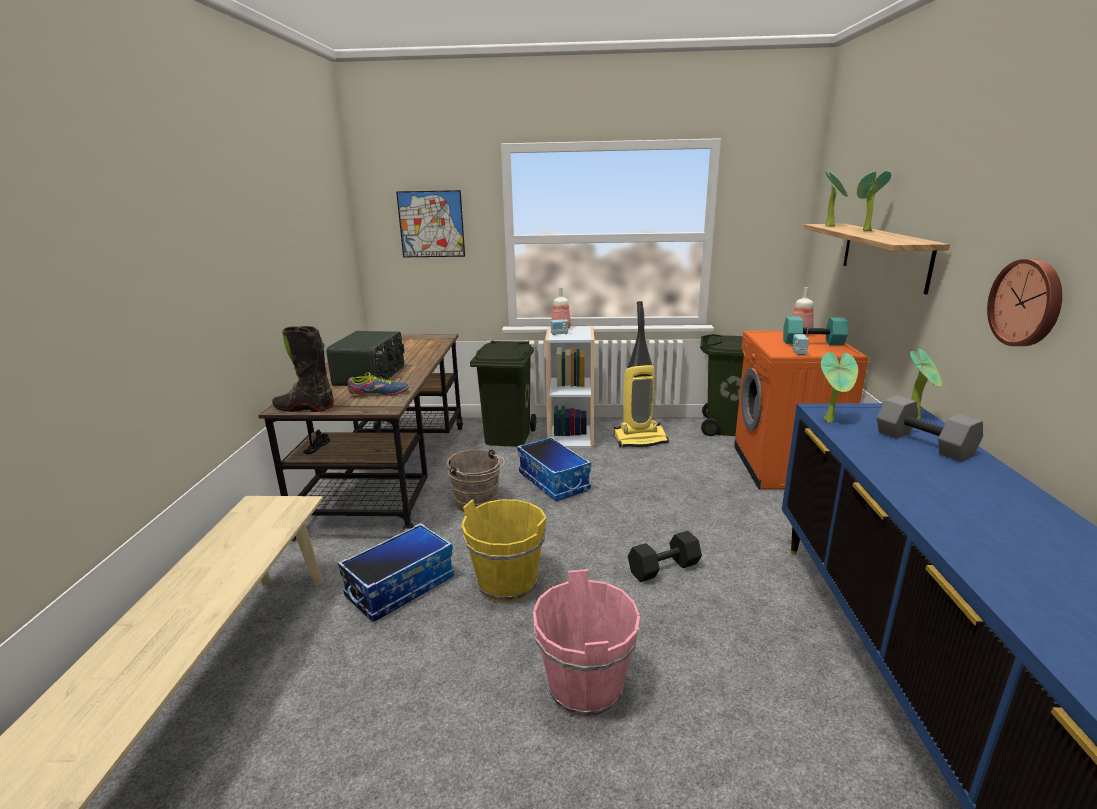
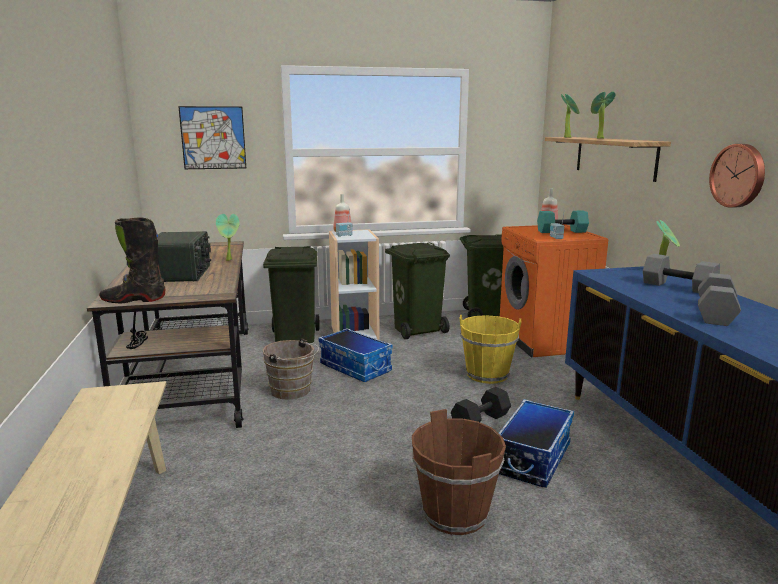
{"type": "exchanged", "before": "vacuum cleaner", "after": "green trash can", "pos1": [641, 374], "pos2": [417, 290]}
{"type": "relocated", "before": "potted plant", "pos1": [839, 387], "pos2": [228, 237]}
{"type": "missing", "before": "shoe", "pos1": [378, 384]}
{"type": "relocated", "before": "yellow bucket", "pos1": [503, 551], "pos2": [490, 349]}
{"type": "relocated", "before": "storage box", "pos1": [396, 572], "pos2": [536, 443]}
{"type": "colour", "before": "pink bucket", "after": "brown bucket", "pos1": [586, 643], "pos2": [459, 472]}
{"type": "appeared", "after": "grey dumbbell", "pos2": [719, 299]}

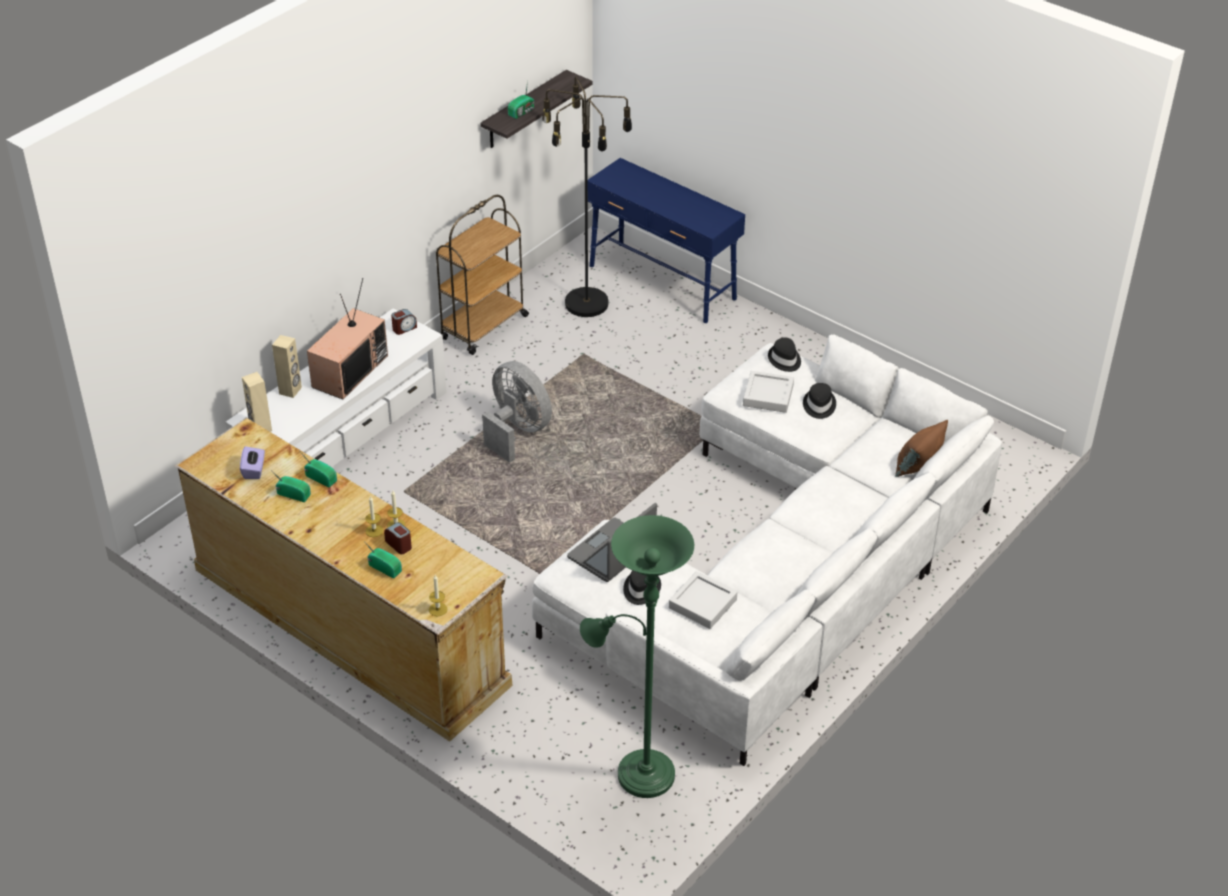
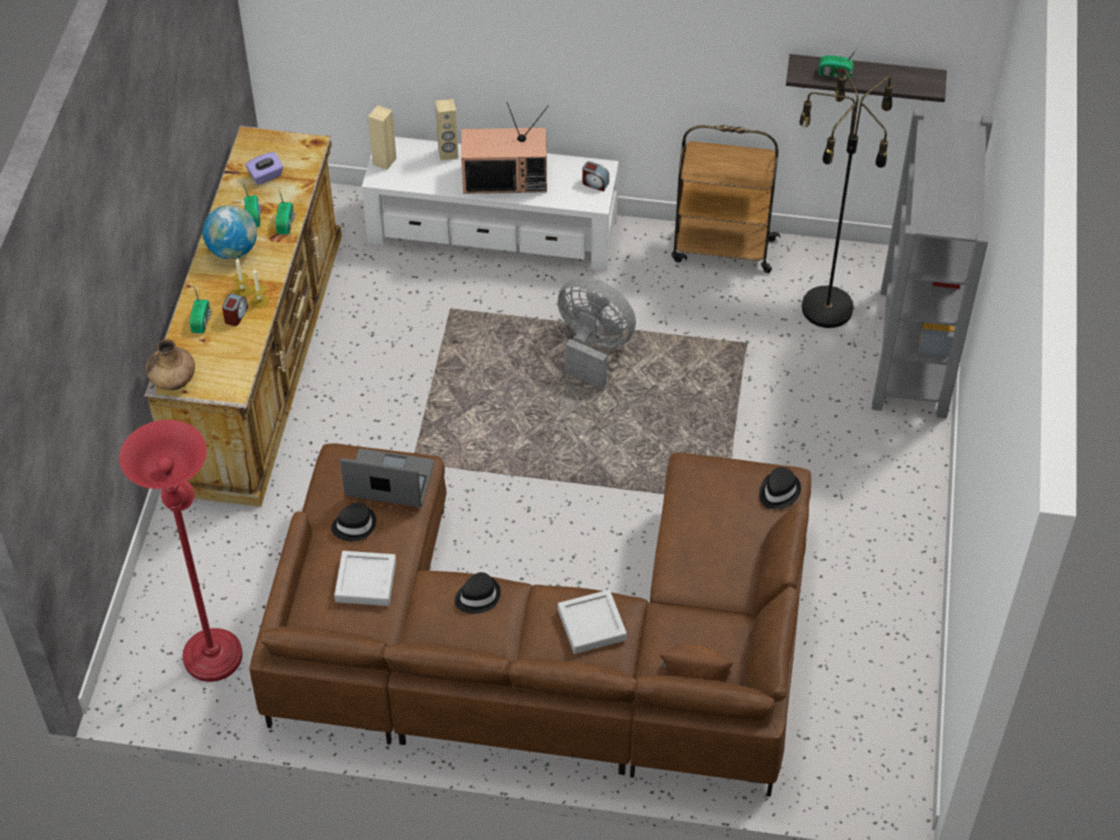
{"type": "exchanged", "before": "blue console table", "after": "grey bookcase", "pos1": [666, 240], "pos2": [932, 263]}
{"type": "colour", "before": "white sofa", "after": "brown sofa", "pos1": [767, 550], "pos2": [530, 619]}
{"type": "spun", "before": "grey fan", "pos1": [517, 412], "pos2": [597, 332], "turn": -75}
{"type": "relocated", "before": "grey tray", "pos1": [768, 392], "pos2": [592, 622]}
{"type": "relocated", "before": "black hat", "pos1": [819, 401], "pos2": [478, 593]}
{"type": "colour", "before": "green floor lamp", "after": "red floor lamp", "pos1": [637, 656], "pos2": [181, 551]}
{"type": "exchanged", "before": "candle", "after": "brown vase", "pos1": [438, 595], "pos2": [170, 364]}
{"type": "appeared", "after": "globe", "pos2": [229, 232]}

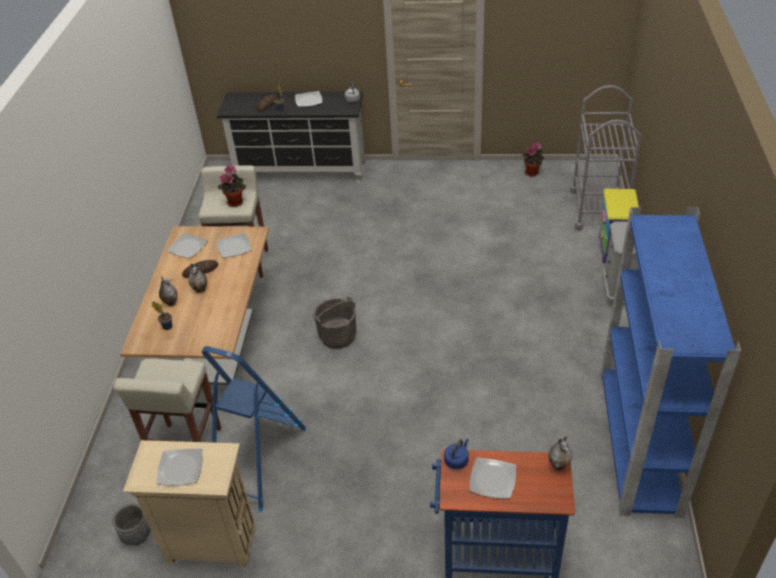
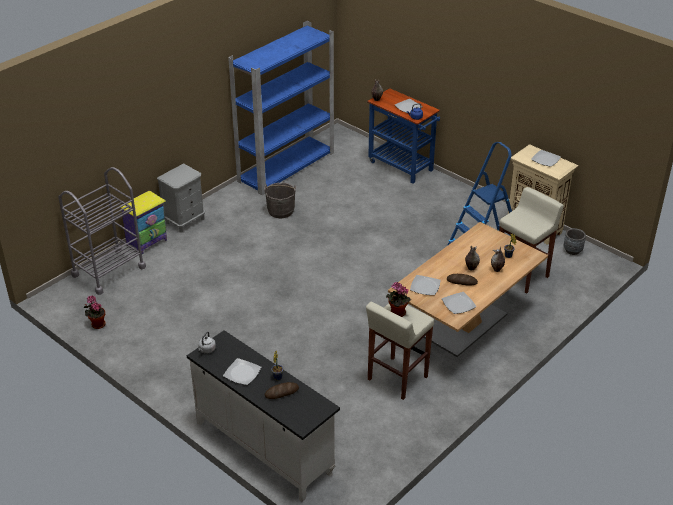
{"type": "relocated", "before": "grey bucket", "pos1": [334, 322], "pos2": [280, 200]}

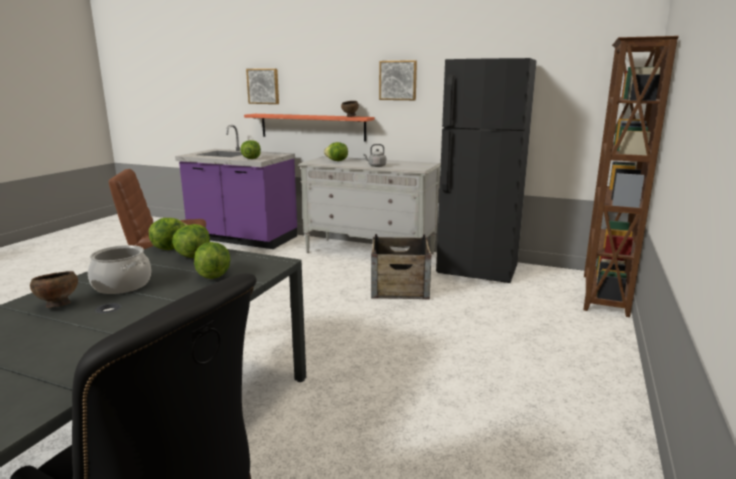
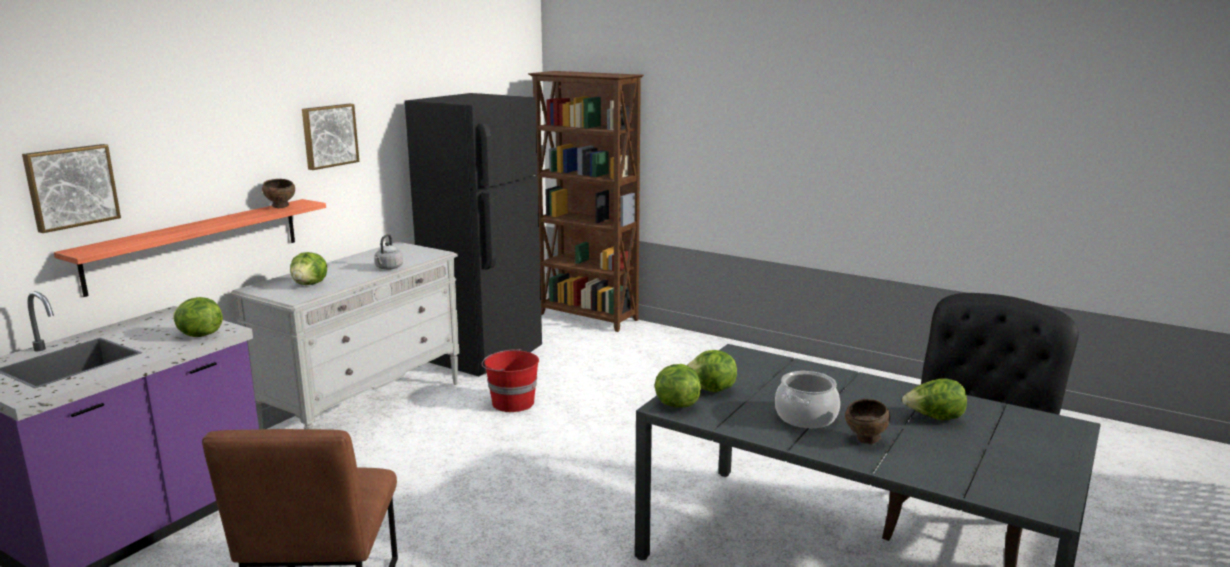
{"type": "exchanged", "before": "crate", "after": "red bucket", "pos1": [401, 266], "pos2": [510, 380]}
{"type": "relocated", "before": "lettuce", "pos1": [212, 260], "pos2": [934, 399]}

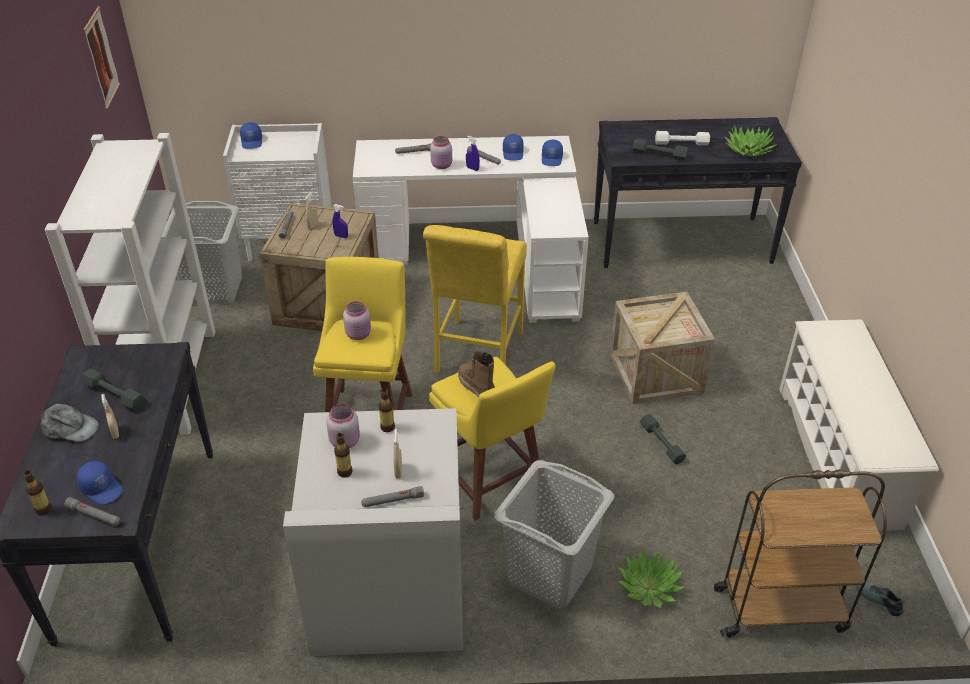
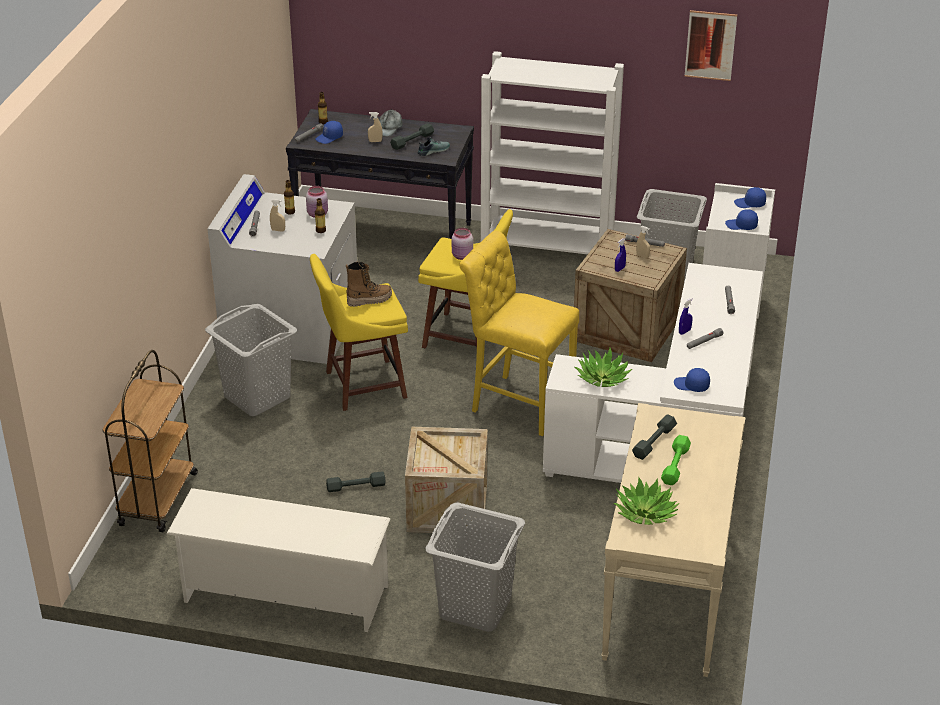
{"type": "colour", "before": "black console table", "after": "beige console table", "pos1": [698, 192], "pos2": [673, 540]}
{"type": "colour", "before": "white dumbbell", "after": "green dumbbell", "pos1": [682, 138], "pos2": [676, 460]}
{"type": "relocated", "before": "blue cap", "pos1": [513, 147], "pos2": [741, 219]}
{"type": "missing", "before": "pink jar", "pos1": [441, 152]}
{"type": "relocated", "before": "potted plant", "pos1": [651, 578], "pos2": [603, 367]}
{"type": "relocated", "before": "shoe", "pos1": [880, 598], "pos2": [434, 146]}
{"type": "appeared", "after": "grey laundry basket", "pos2": [475, 567]}

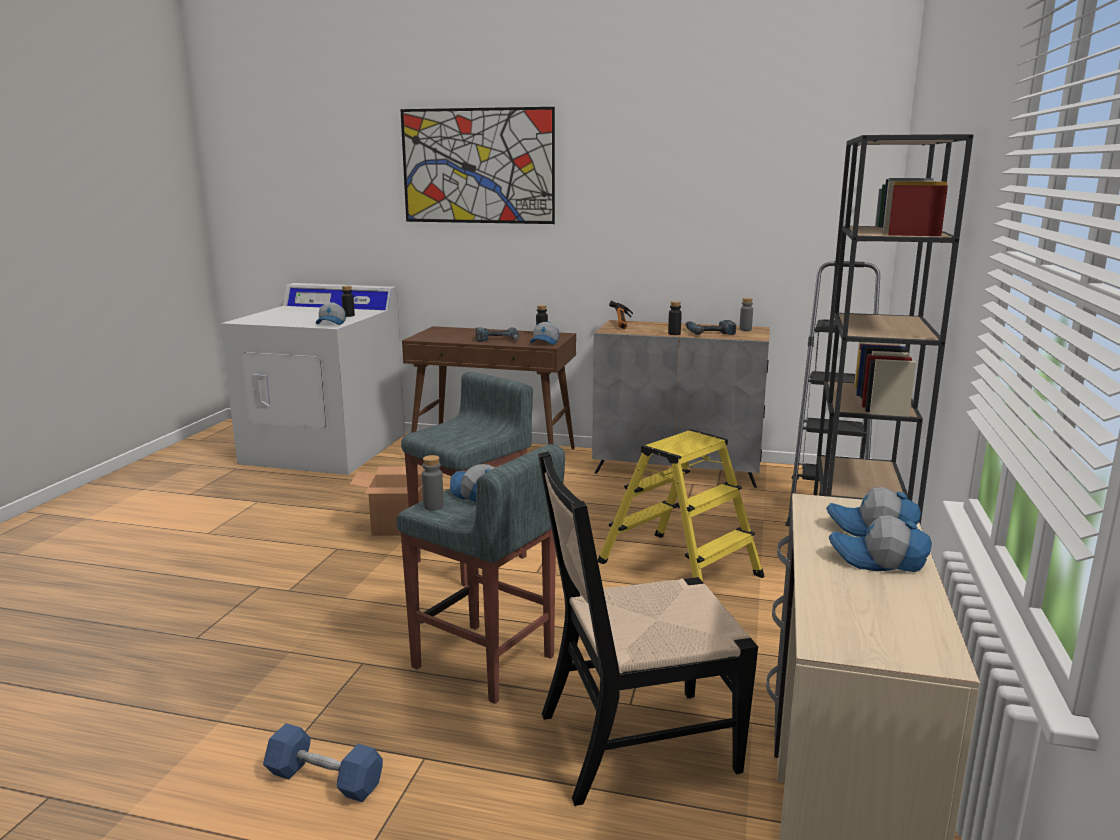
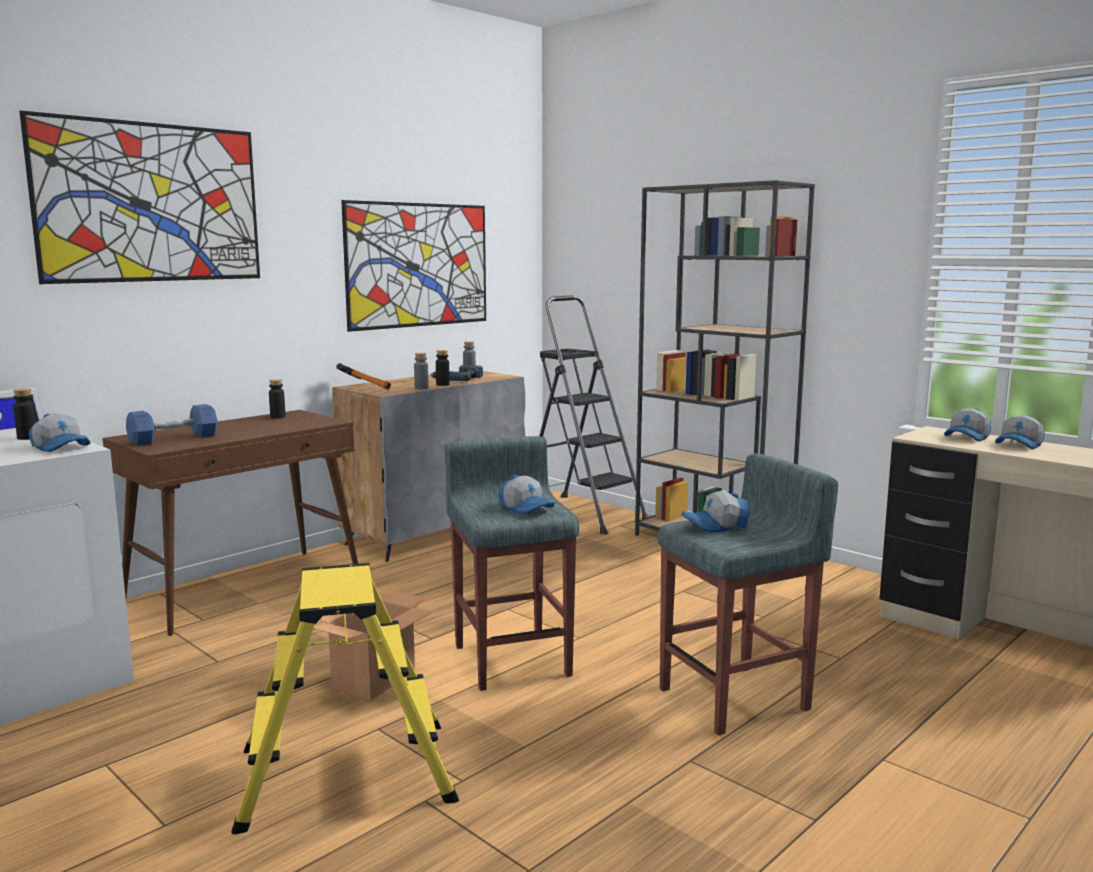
{"type": "relocated", "before": "cap", "pos1": [544, 333], "pos2": [526, 494]}
{"type": "missing", "before": "power drill", "pos1": [497, 334]}
{"type": "relocated", "before": "yellow step ladder", "pos1": [681, 505], "pos2": [345, 698]}
{"type": "missing", "before": "chair", "pos1": [648, 628]}
{"type": "relocated", "before": "grey bottle", "pos1": [433, 483], "pos2": [421, 371]}
{"type": "relocated", "before": "blue dumbbell", "pos1": [323, 762], "pos2": [172, 425]}
{"type": "appeared", "after": "picture", "pos2": [413, 266]}

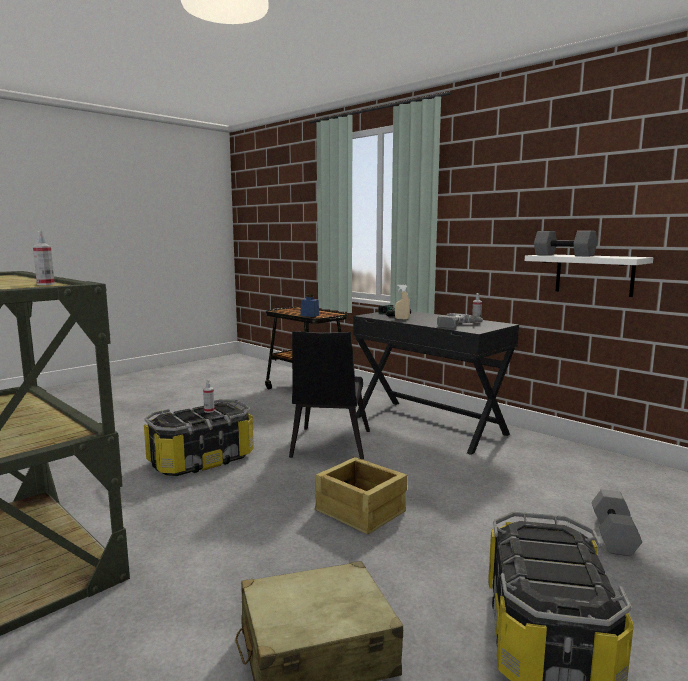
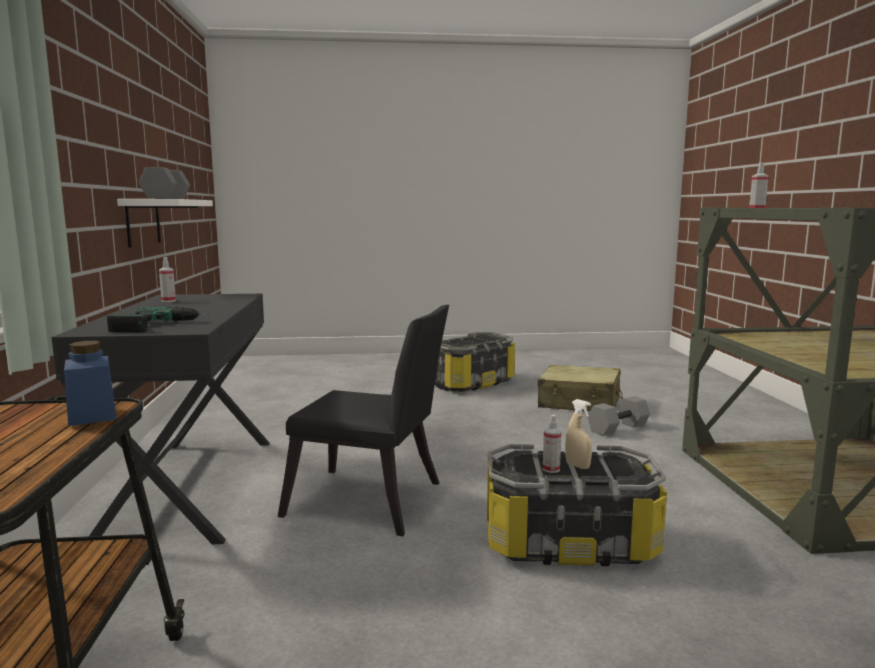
{"type": "relocated", "before": "beige spray bottle", "pos1": [402, 301], "pos2": [578, 434]}
{"type": "missing", "before": "power drill", "pos1": [460, 320]}
{"type": "spun", "before": "black chair", "pos1": [329, 395], "pos2": [363, 420], "turn": 60}
{"type": "missing", "before": "crate", "pos1": [361, 495]}
{"type": "relocated", "before": "grey dumbbell", "pos1": [617, 522], "pos2": [618, 416]}

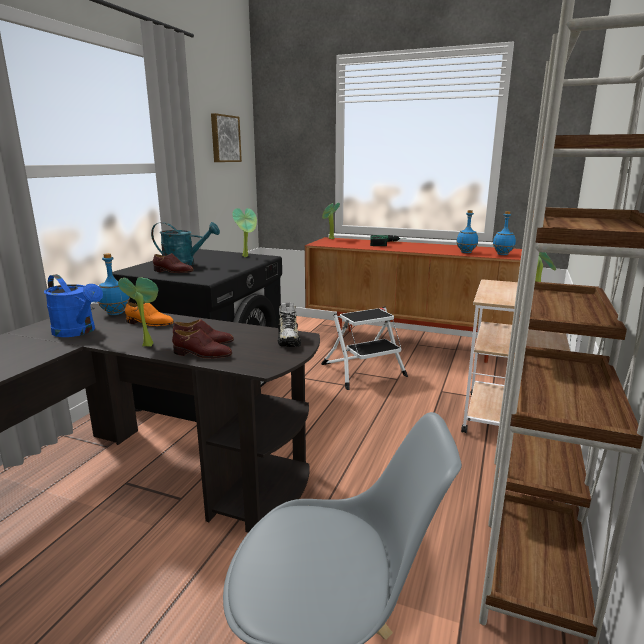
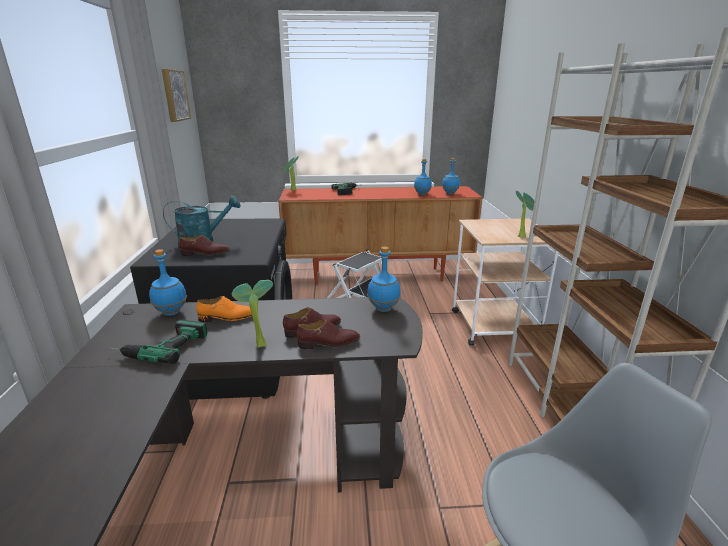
{"type": "missing", "before": "potted plant", "pos1": [244, 232]}
{"type": "exchanged", "before": "blue watering can", "after": "power drill", "pos1": [73, 305], "pos2": [158, 342]}
{"type": "exchanged", "before": "shoe", "after": "blue bottle", "pos1": [289, 325], "pos2": [384, 279]}

